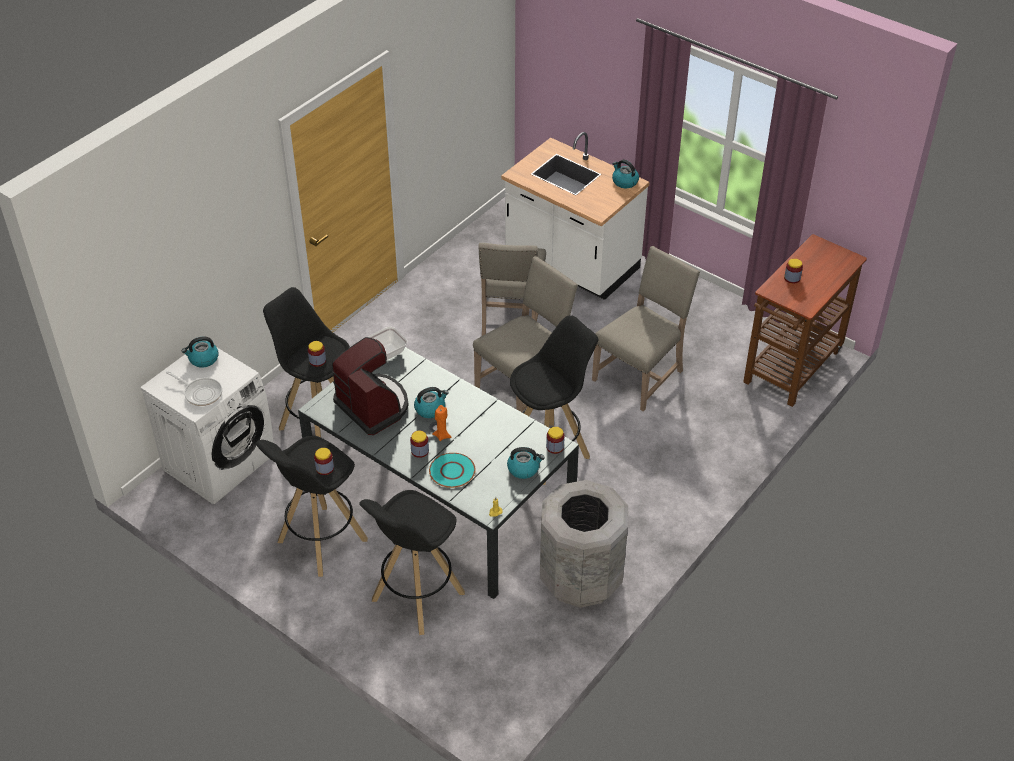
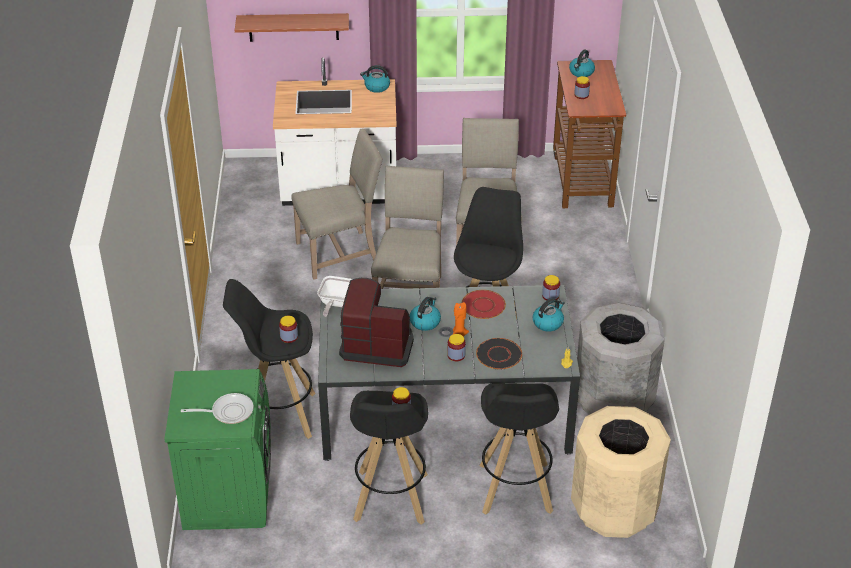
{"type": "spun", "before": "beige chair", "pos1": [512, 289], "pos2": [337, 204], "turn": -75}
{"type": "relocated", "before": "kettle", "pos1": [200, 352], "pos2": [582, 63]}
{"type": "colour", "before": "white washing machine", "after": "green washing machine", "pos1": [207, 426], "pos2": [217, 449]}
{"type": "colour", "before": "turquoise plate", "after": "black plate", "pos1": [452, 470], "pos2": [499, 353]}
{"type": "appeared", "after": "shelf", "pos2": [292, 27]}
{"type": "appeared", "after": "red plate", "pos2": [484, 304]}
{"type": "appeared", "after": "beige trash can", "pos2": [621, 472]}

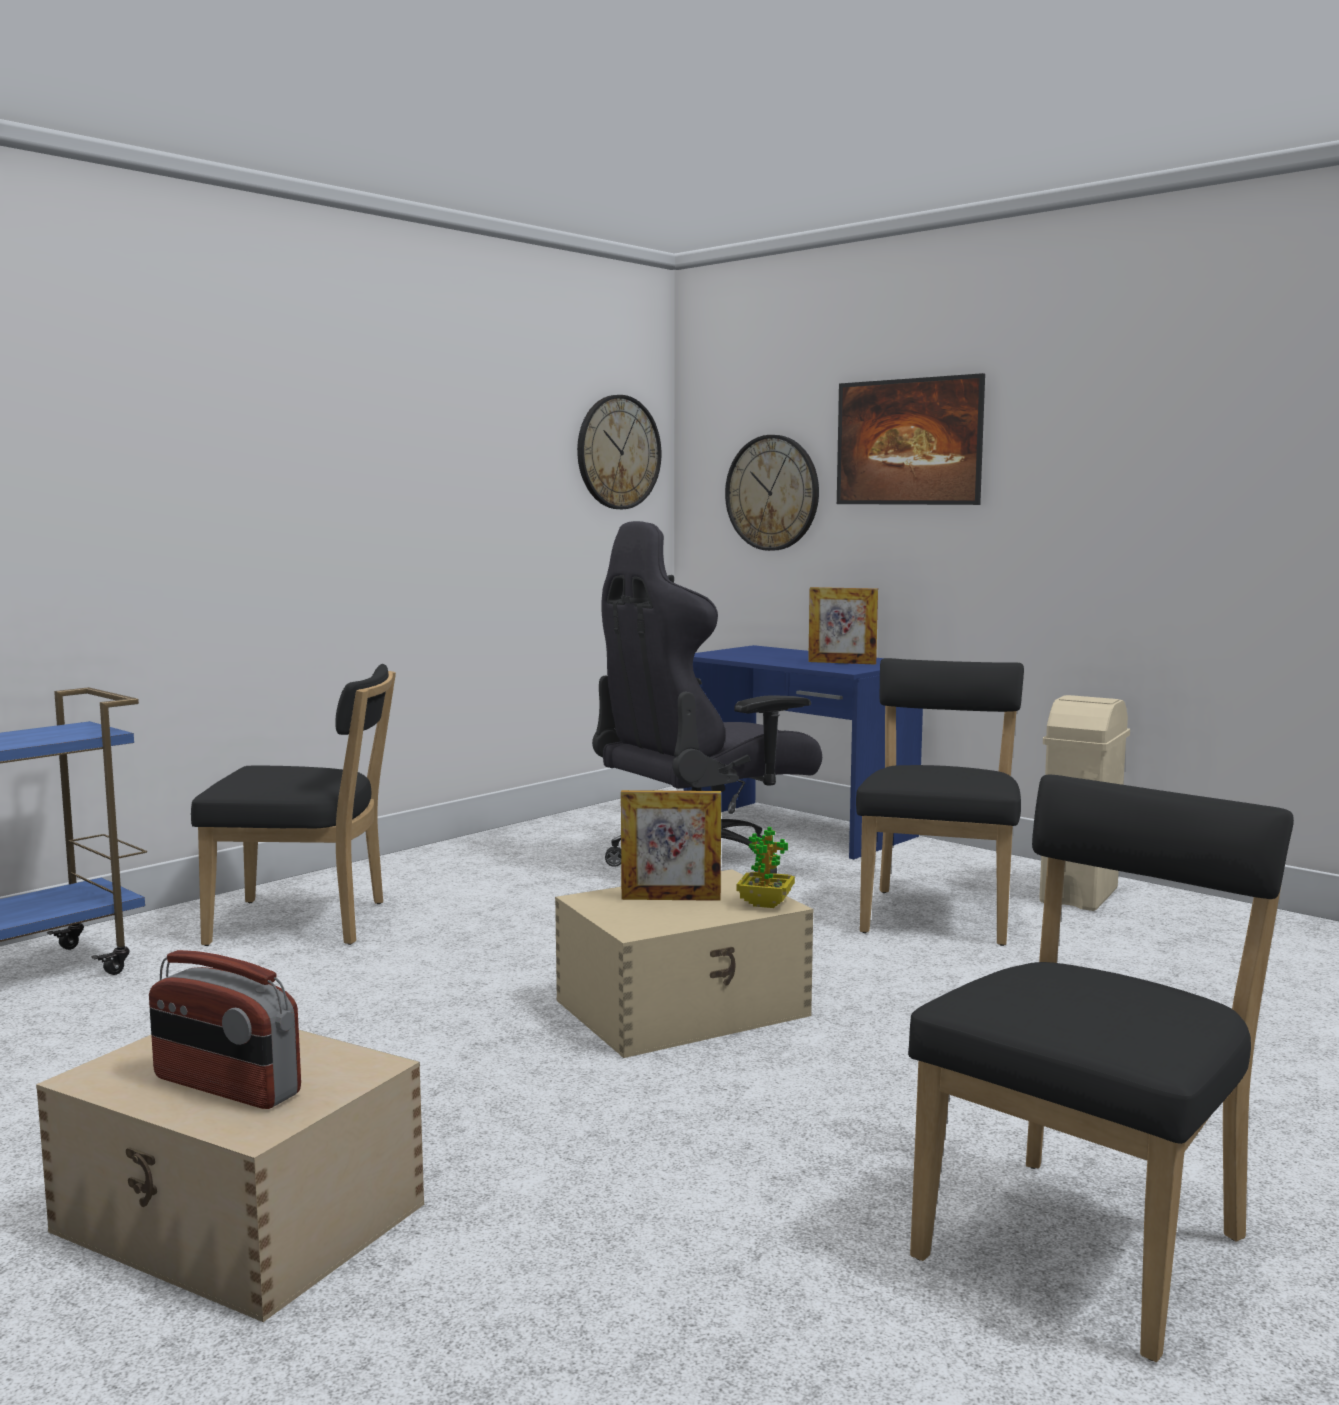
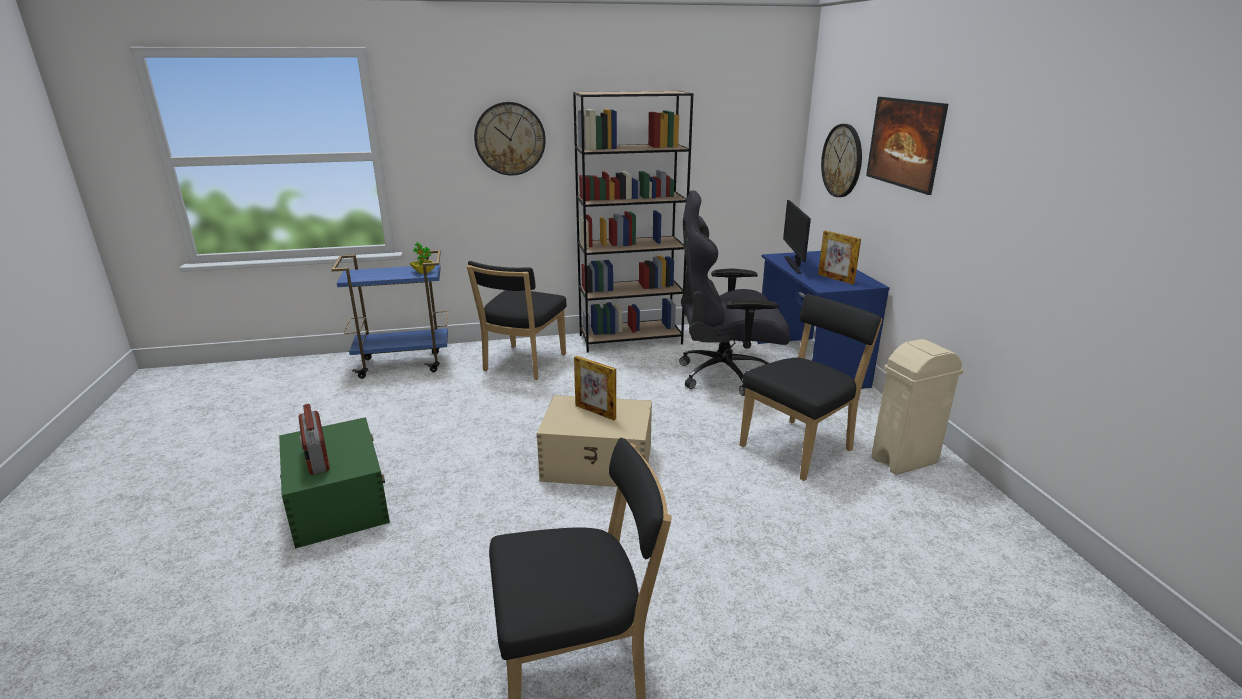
{"type": "relocated", "before": "wall clock", "pos1": [619, 452], "pos2": [510, 139]}
{"type": "spun", "before": "black chair", "pos1": [293, 805], "pos2": [516, 320], "turn": 75}
{"type": "relocated", "before": "potted plant", "pos1": [766, 867], "pos2": [422, 258]}
{"type": "colour", "before": "beige storage box", "after": "green storage box", "pos1": [230, 1176], "pos2": [334, 483]}
{"type": "appeared", "after": "beige bookcase", "pos2": [633, 221]}
{"type": "appeared", "after": "monitor", "pos2": [797, 237]}

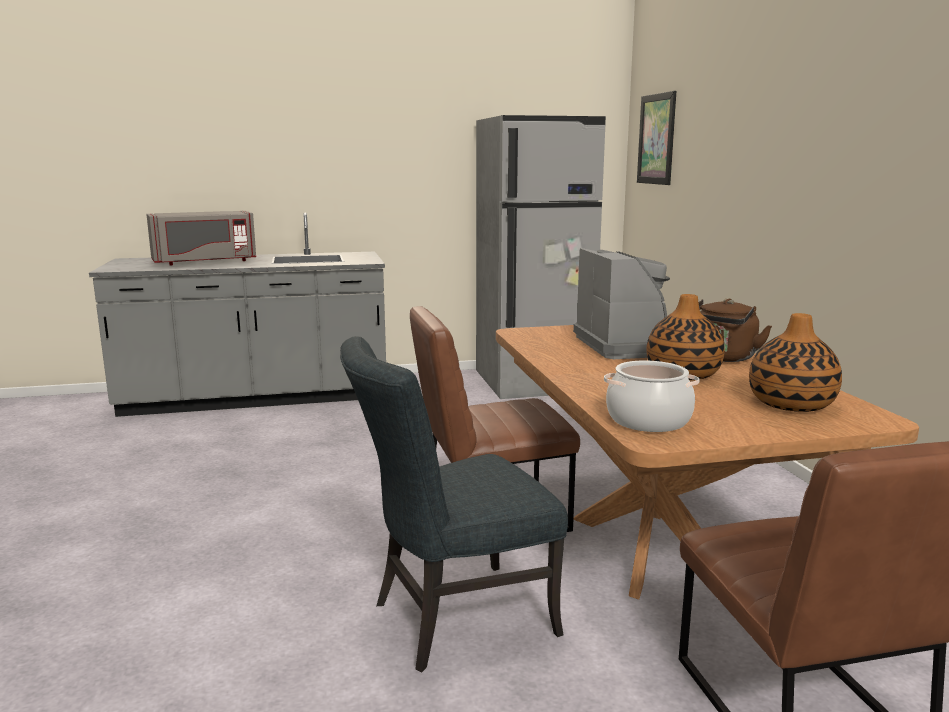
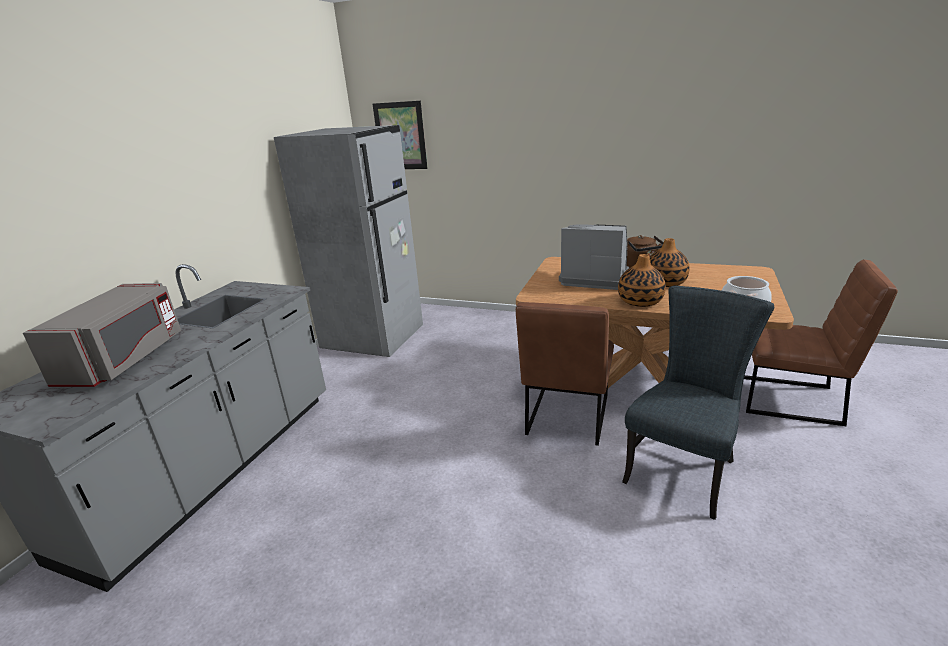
{"type": "relocated", "before": "vase", "pos1": [795, 362], "pos2": [642, 280]}
{"type": "spun", "before": "grey chair", "pos1": [454, 504], "pos2": [698, 403], "turn": -150}

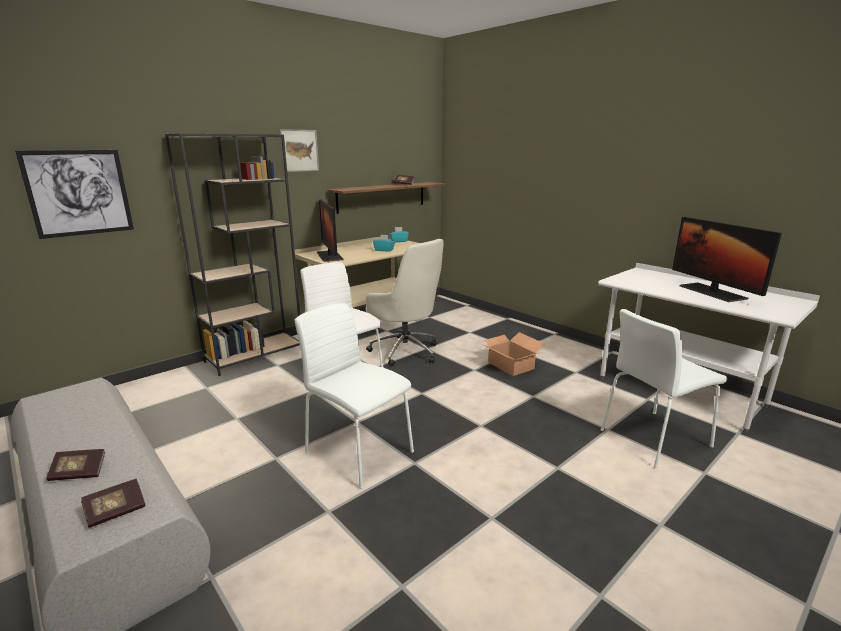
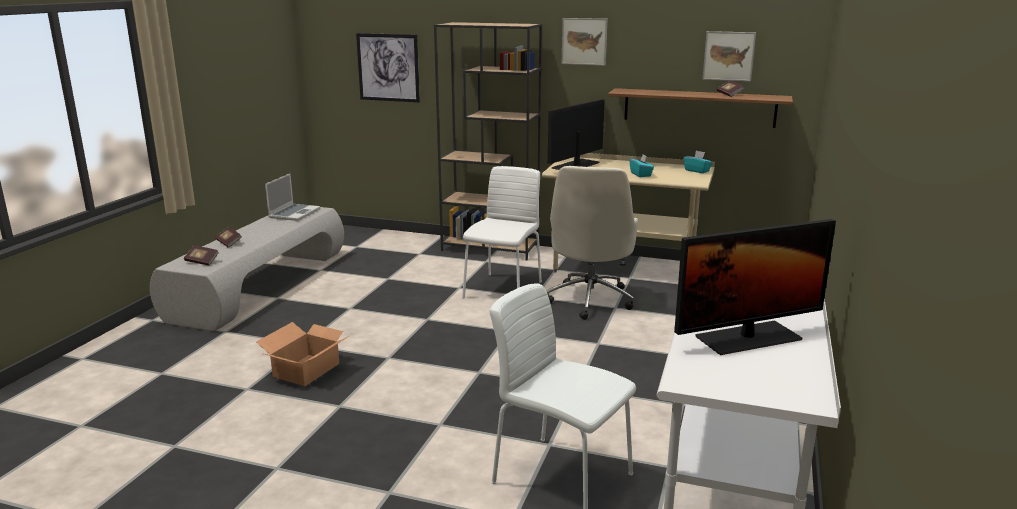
{"type": "spun", "before": "monitor", "pos1": [727, 259], "pos2": [755, 287], "turn": -150}
{"type": "missing", "before": "white chair", "pos1": [354, 396]}
{"type": "relocated", "before": "cardboard box", "pos1": [512, 354], "pos2": [302, 354]}
{"type": "appeared", "after": "picture", "pos2": [729, 56]}
{"type": "appeared", "after": "laptop", "pos2": [293, 197]}

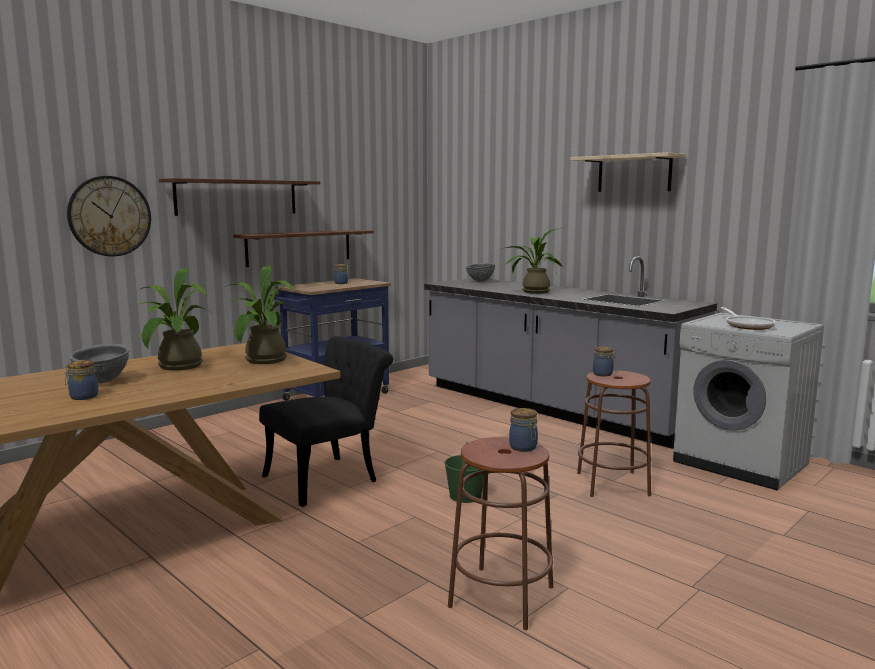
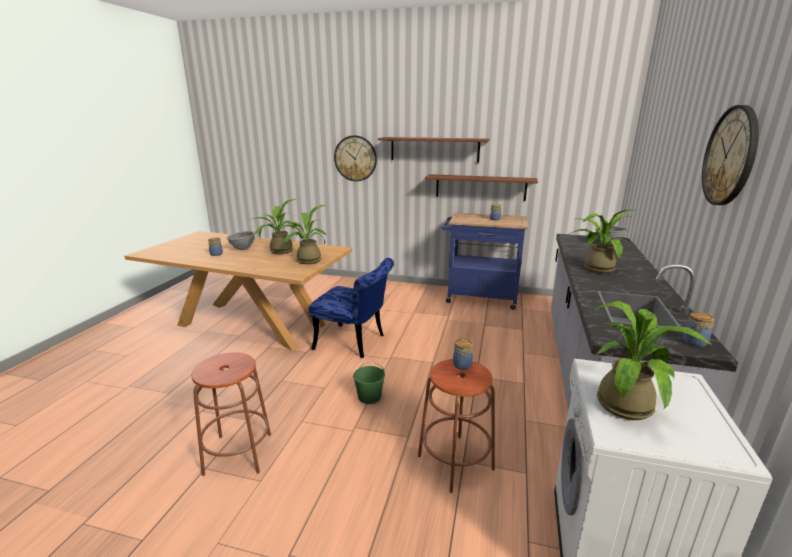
{"type": "exchanged", "before": "beige shelf", "after": "wall clock", "pos1": [628, 172], "pos2": [730, 155]}
{"type": "exchanged", "before": "frying pan", "after": "potted plant", "pos1": [748, 318], "pos2": [653, 360]}
{"type": "colour", "before": "black chair", "after": "blue chair", "pos1": [326, 421], "pos2": [351, 308]}
{"type": "relocated", "before": "jar", "pos1": [523, 430], "pos2": [699, 329]}

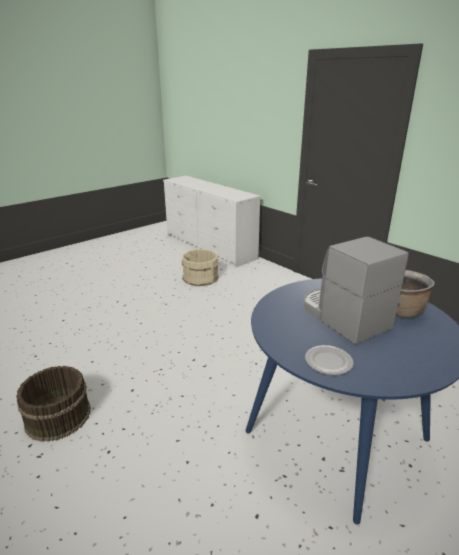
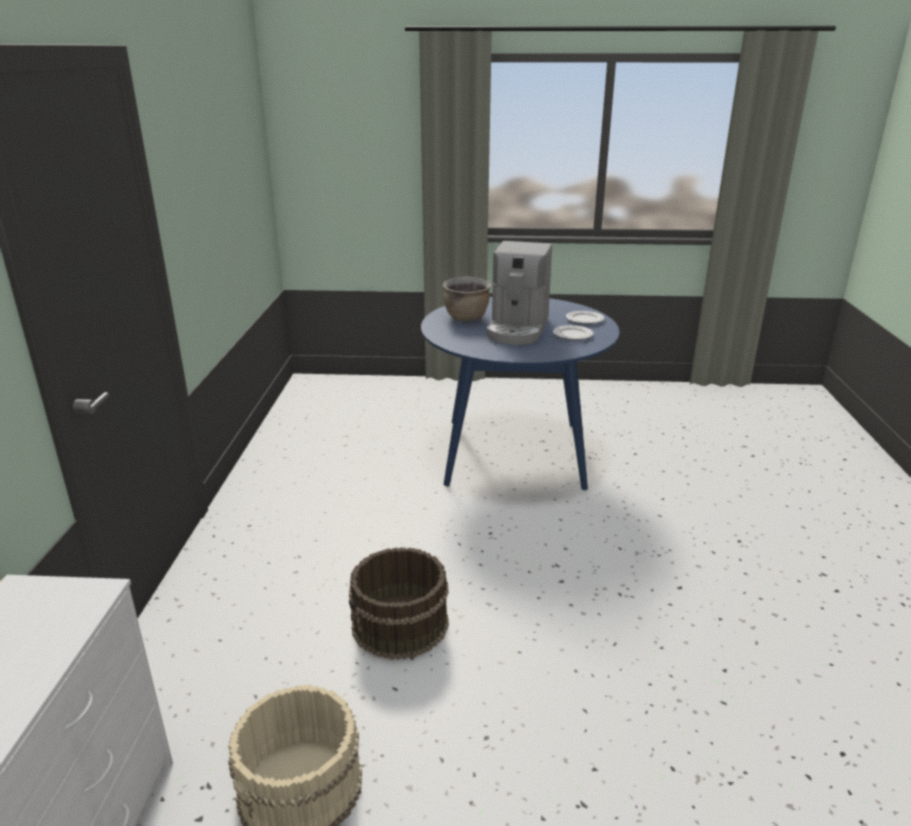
{"type": "relocated", "before": "brown bucket", "pos1": [53, 404], "pos2": [399, 603]}
{"type": "appeared", "after": "plate", "pos2": [573, 332]}

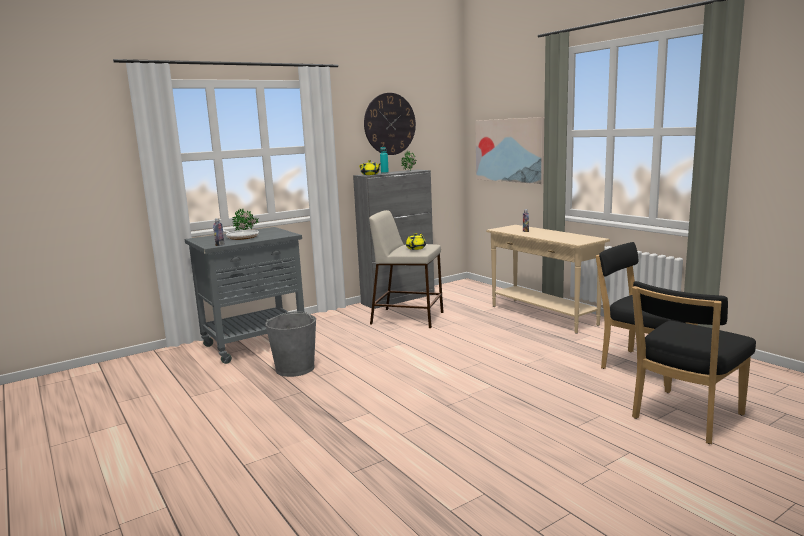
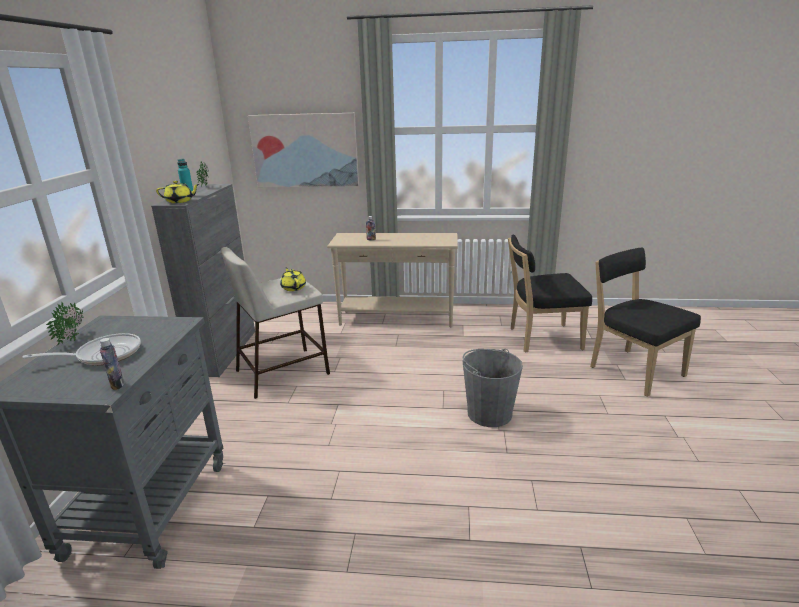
{"type": "missing", "before": "wall clock", "pos1": [390, 124]}
{"type": "spun", "before": "black chair", "pos1": [694, 362], "pos2": [645, 322], "turn": 150}
{"type": "relocated", "before": "grey bucket", "pos1": [290, 344], "pos2": [493, 388]}

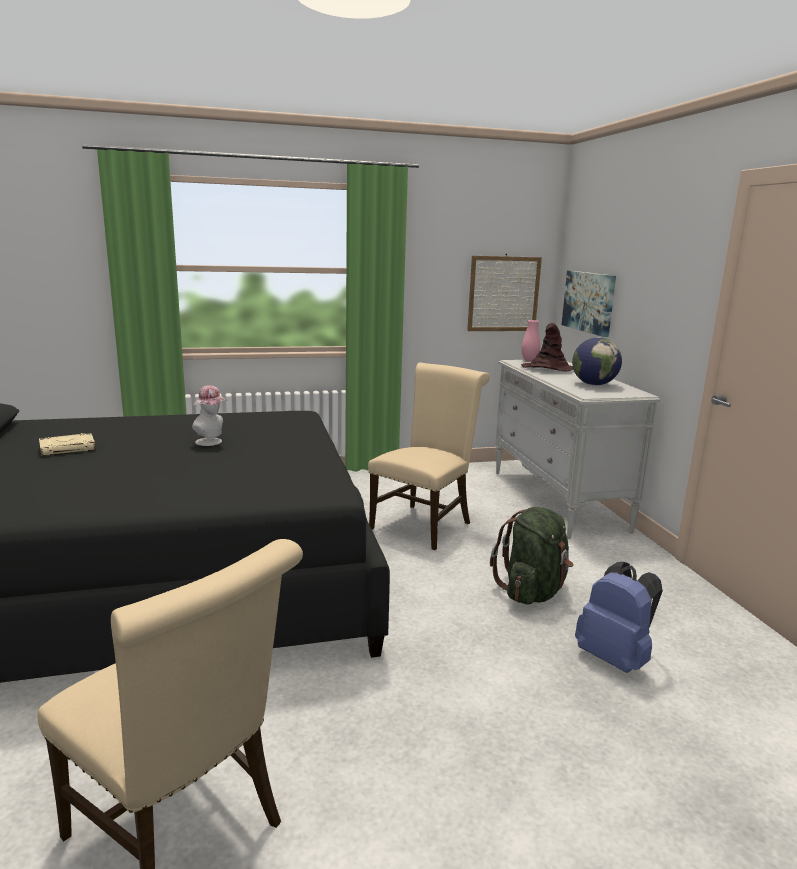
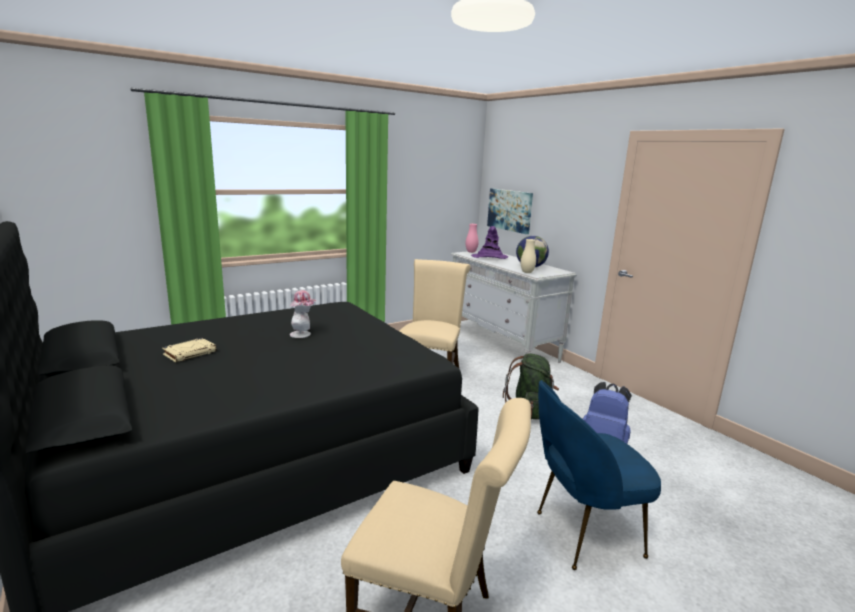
{"type": "missing", "before": "picture", "pos1": [504, 292]}
{"type": "colour", "before": "brown hat", "after": "purple hat", "pos1": [547, 347], "pos2": [489, 242]}
{"type": "appeared", "after": "beige vase", "pos2": [528, 256]}
{"type": "appeared", "after": "blue chair", "pos2": [599, 475]}

